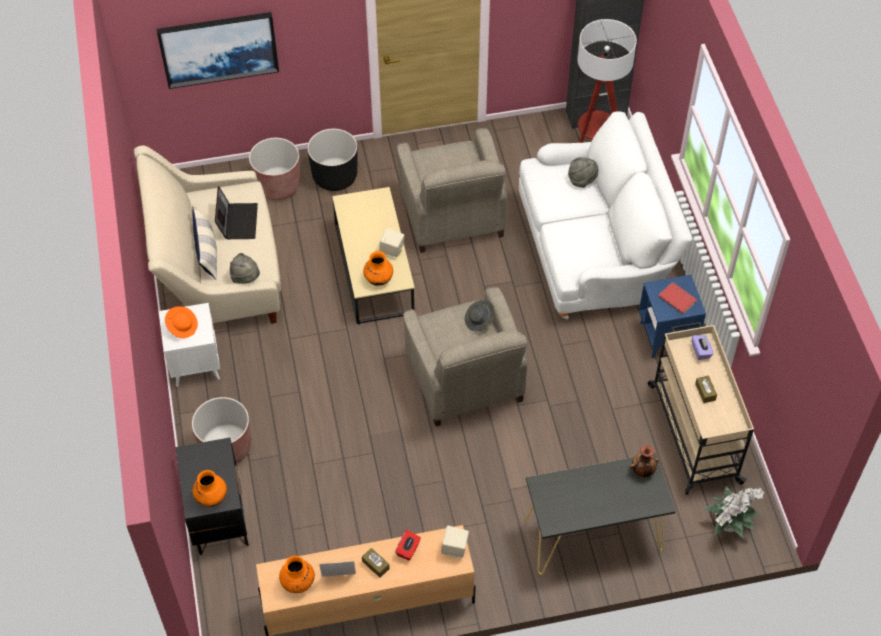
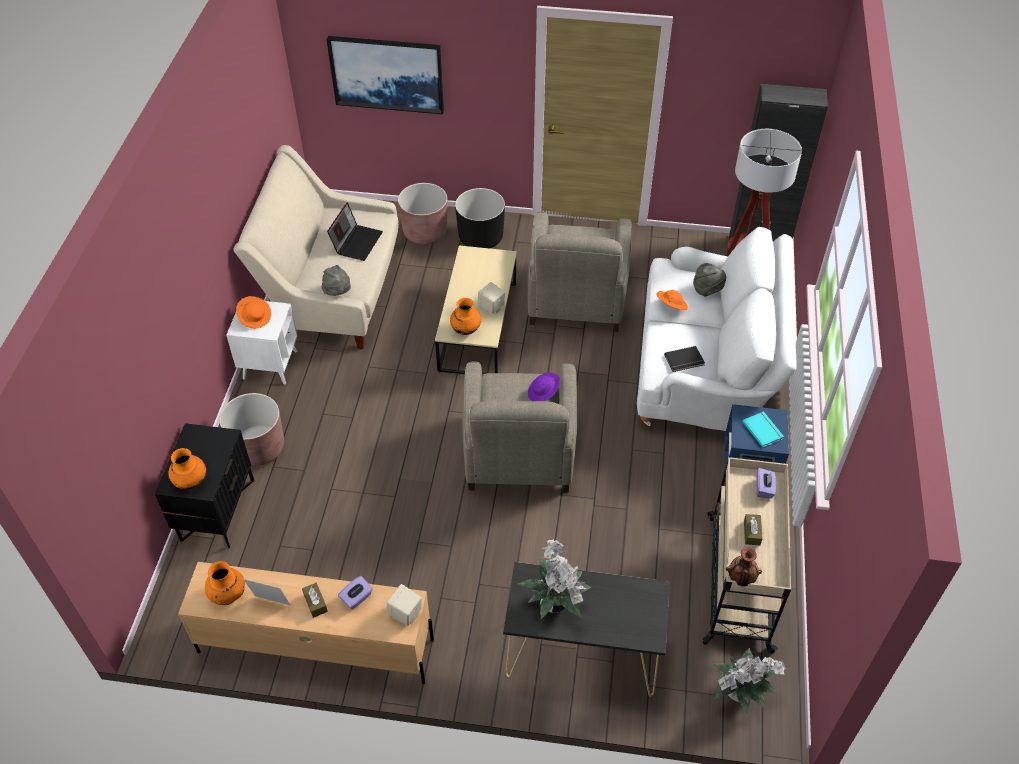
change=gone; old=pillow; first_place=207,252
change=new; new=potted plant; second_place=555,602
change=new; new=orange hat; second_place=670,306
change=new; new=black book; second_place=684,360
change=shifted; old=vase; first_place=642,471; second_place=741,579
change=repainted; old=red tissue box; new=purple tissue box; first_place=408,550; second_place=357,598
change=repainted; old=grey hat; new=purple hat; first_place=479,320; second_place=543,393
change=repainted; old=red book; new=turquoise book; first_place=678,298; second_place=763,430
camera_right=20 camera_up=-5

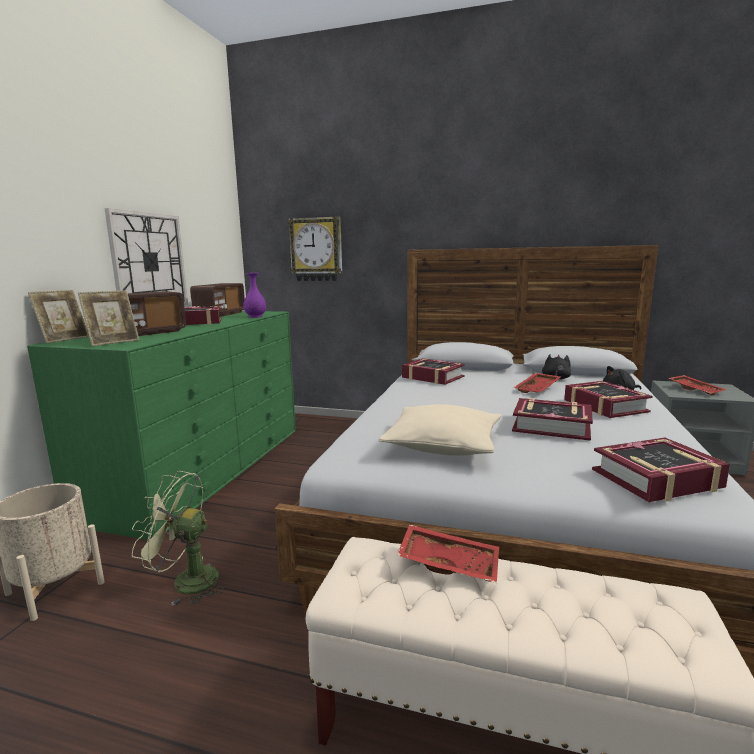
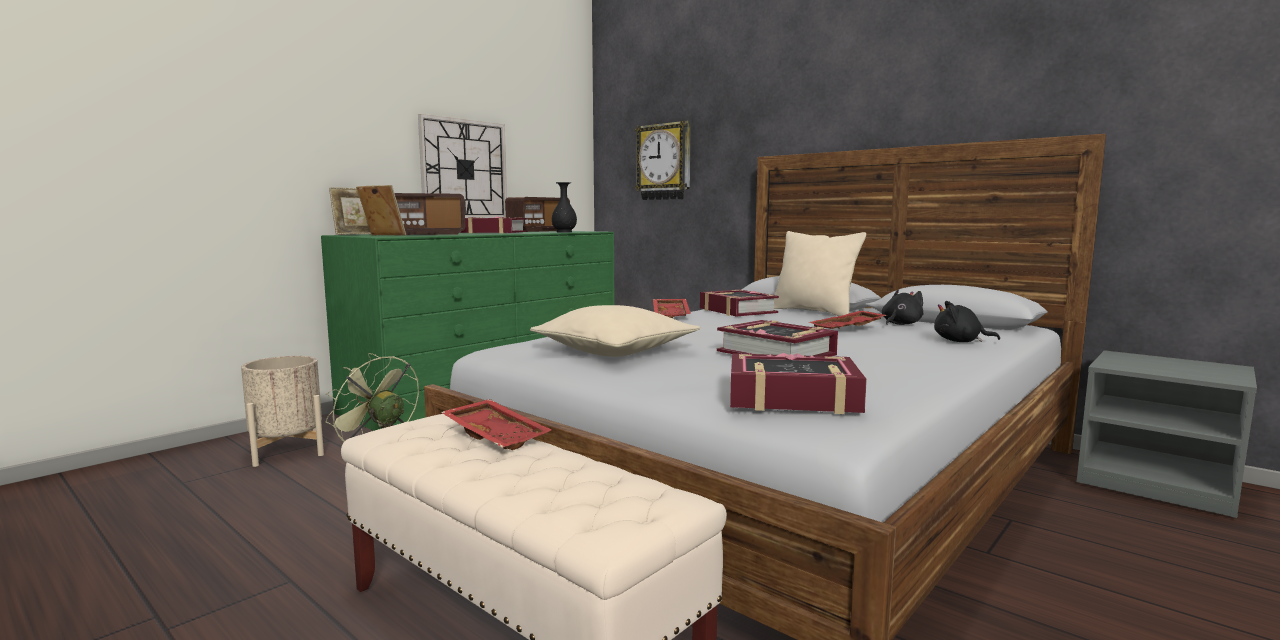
change=gone; old=book; first_place=604,406
change=new; new=beige pillow; second_place=814,311
change=shifted; old=red tray; first_place=696,390; second_place=672,315
change=repainted; old=purple vase; new=black vase; first_place=256,316; second_place=564,232
change=rotated; old=picture frame; first_place=113,342; second_place=382,235; degrees=-135
camera_right=25 camera_up=-5

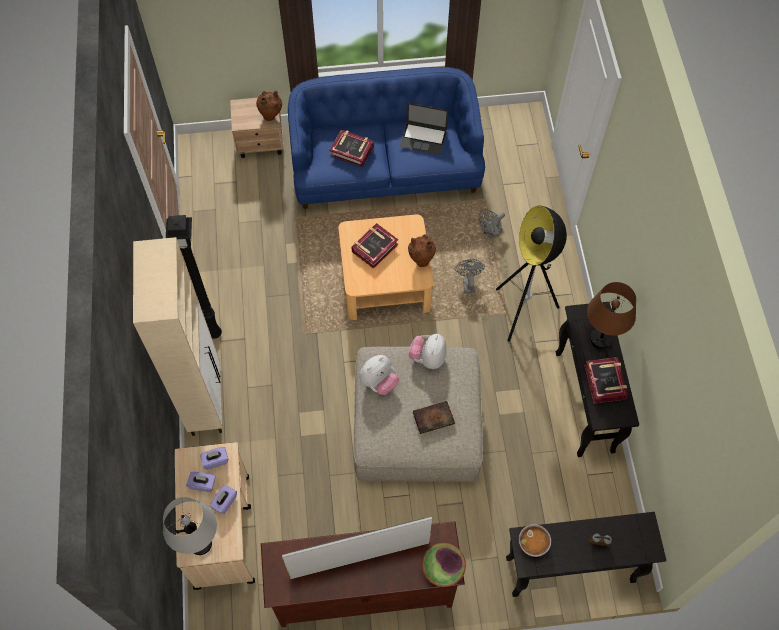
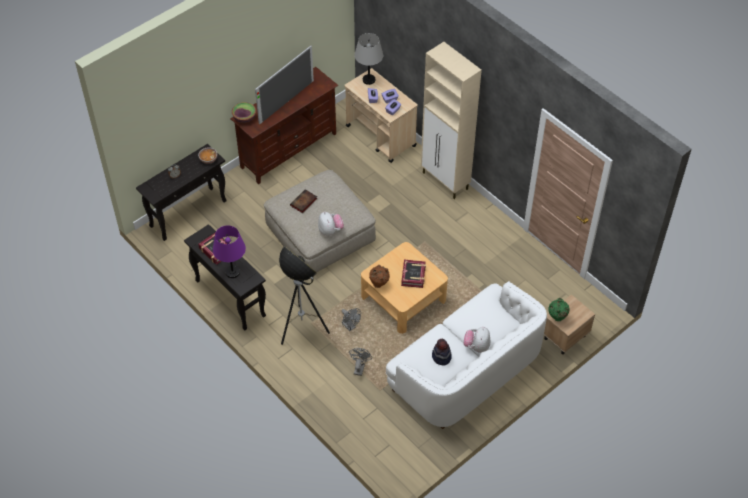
change=gone; old=black floor lamp; first_place=214,333
change=gone; old=book; first_place=352,150
change=shifted; old=plush toy; first_place=379,382; second_place=476,346
change=swapped; old=laptop; new=hat; first_place=423,138; second_place=441,357
change=repainted; old=brown vase; new=green vase; first_place=271,116; second_place=557,318
change=repainted; old=blue sofa; new=white sofa; first_place=385,168; second_place=466,370
change=repainted; old=brown table lamp; new=purple table lamp; first_place=600,339; second_place=232,272
camera_right=145 camera_up=-10

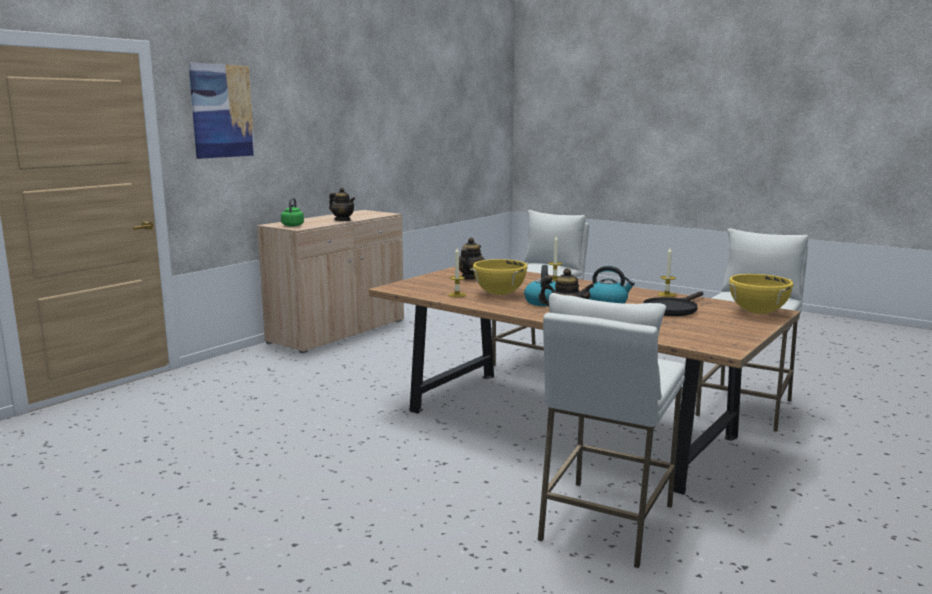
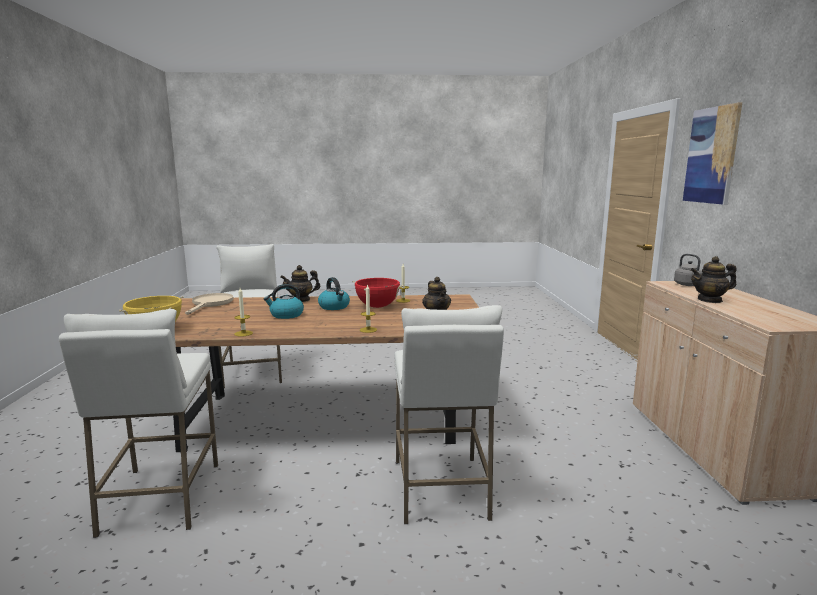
change=gone; old=black frying pan; first_place=673,309
change=new; new=beige frying pan; second_place=210,304
change=repainted; old=green kettle; new=grey kettle; first_place=293,225; second_place=689,285
change=repainted; old=yellow cooking pot; new=red cooking pot; first_place=499,294; second_place=377,306
camera_right=140 camera_up=0

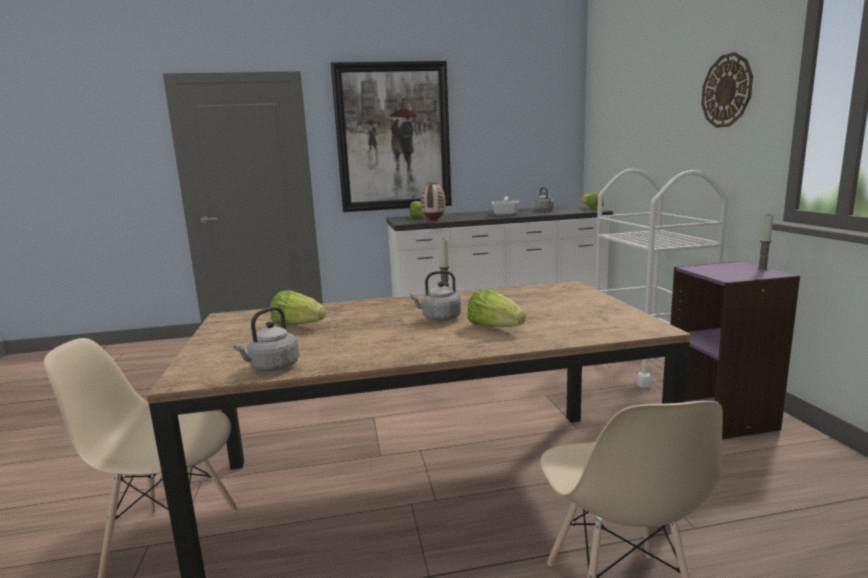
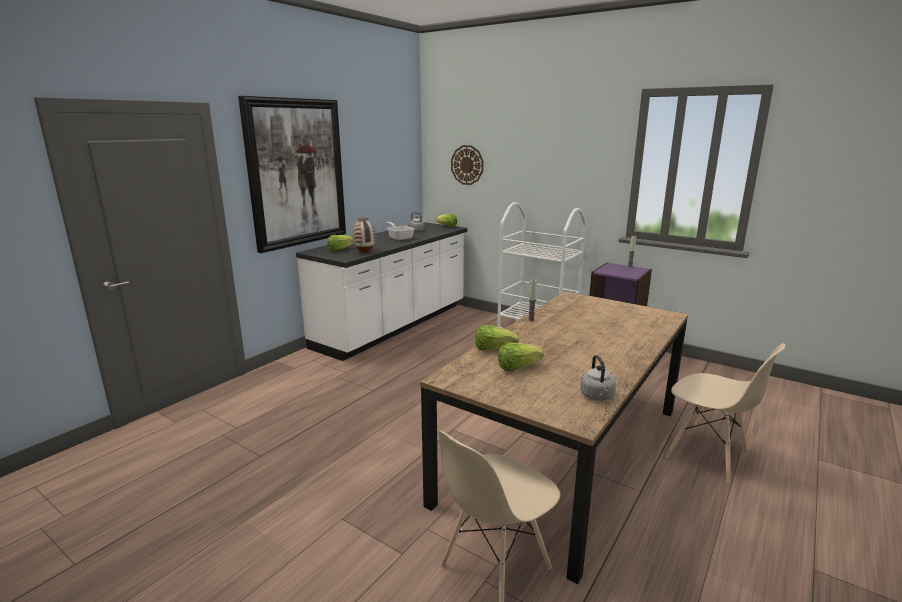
change=gone; old=grey kettle; first_place=439,318
change=shifted; old=lettuce; first_place=494,327; second_place=493,349
change=shifted; old=wall clock; first_place=727,91; second_place=467,165
camera_right=-45 camera_up=5

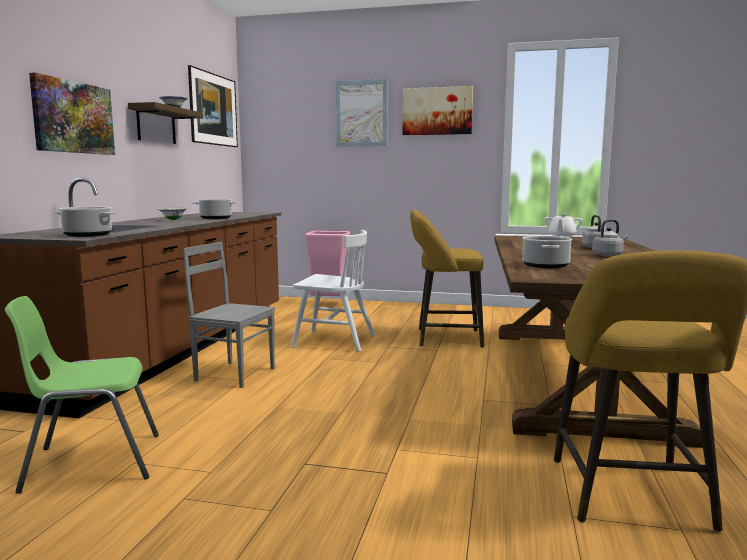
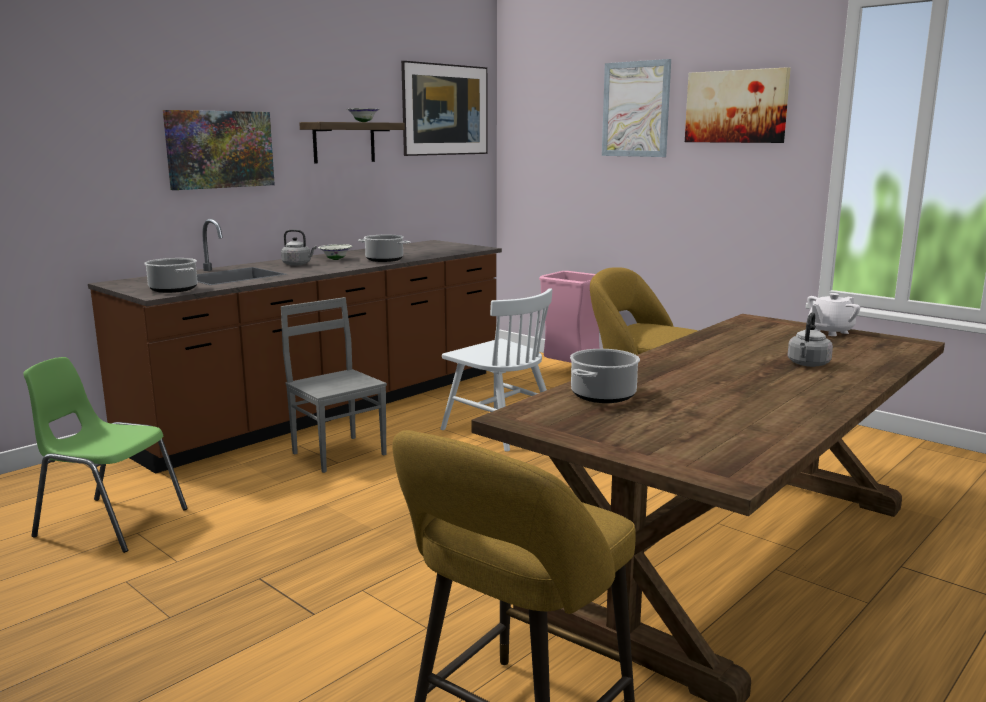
change=shifted; old=grey kettle; first_place=608,255; second_place=298,264
camera_right=30 camera_up=5

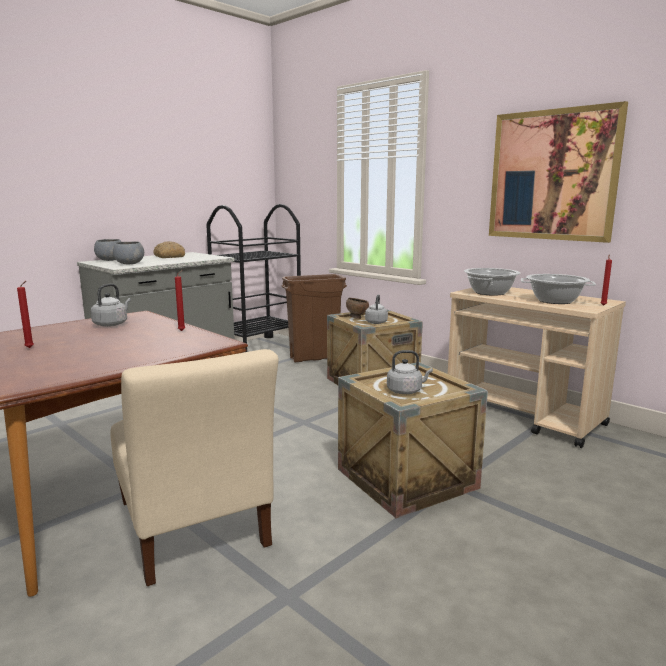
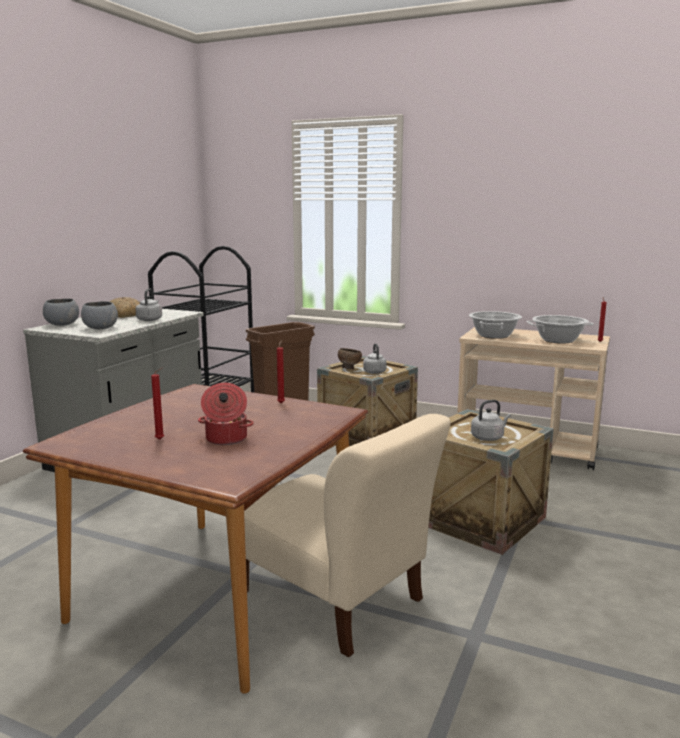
change=gone; old=picture; first_place=552,175
change=new; new=cooking pot; second_place=226,439
change=shifted; old=grey kettle; first_place=112,324; second_place=150,319
camera_right=-20 camera_up=0

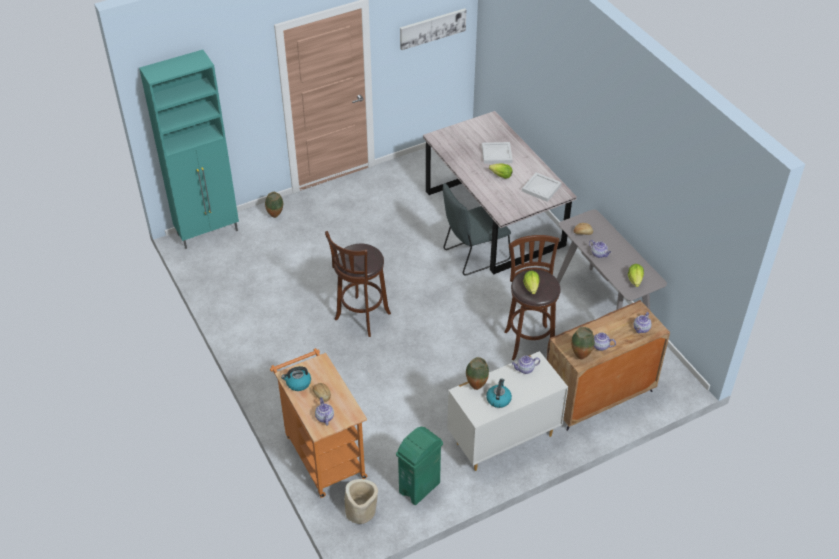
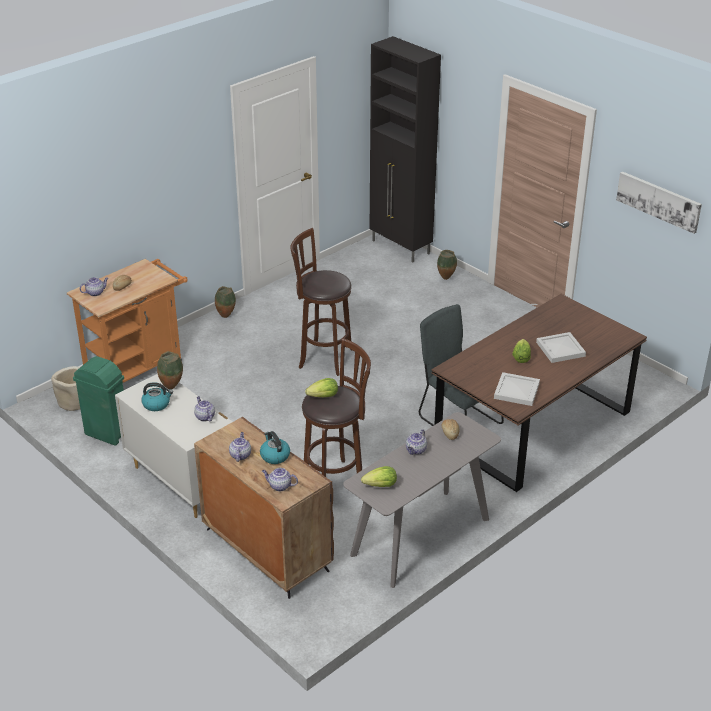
change=shifted; old=kettle; first_place=298,383; second_place=274,456
change=shifted; old=vase; first_place=580,356; second_place=226,316
change=repainted; old=turquoise cabinet; new=black cabinet; first_place=208,232; second_place=401,247
change=repainted; old=grey dining table; new=brown dining table; first_place=494,217; second_place=534,425
camera_right=75 camera_up=-10

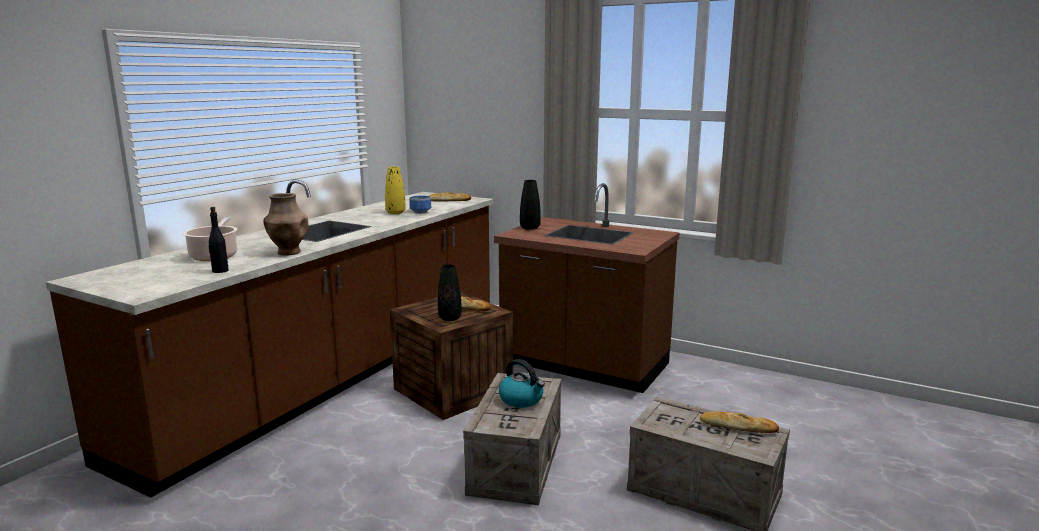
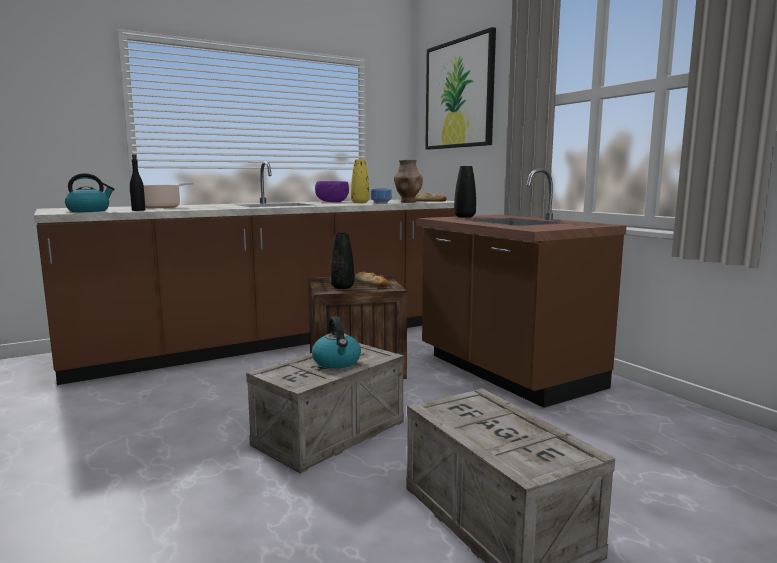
change=gone; old=bread; first_place=738,426
change=new; new=kettle; second_place=89,211
change=new; new=purple bowl; second_place=332,202
change=new; new=picture; second_place=459,94
change=shifted; old=brown vase; first_place=288,252; second_place=408,202
camera_right=30 camera_up=-5

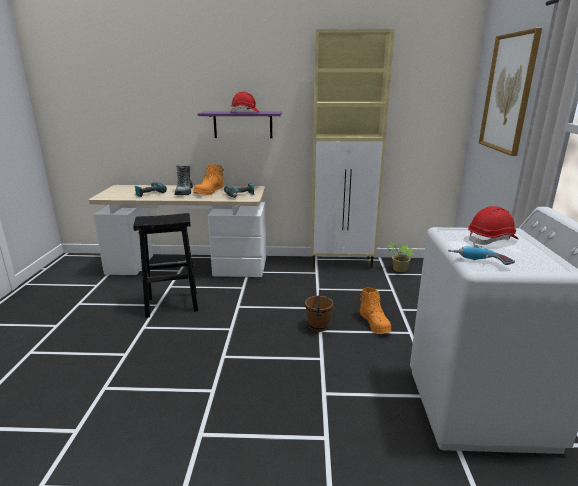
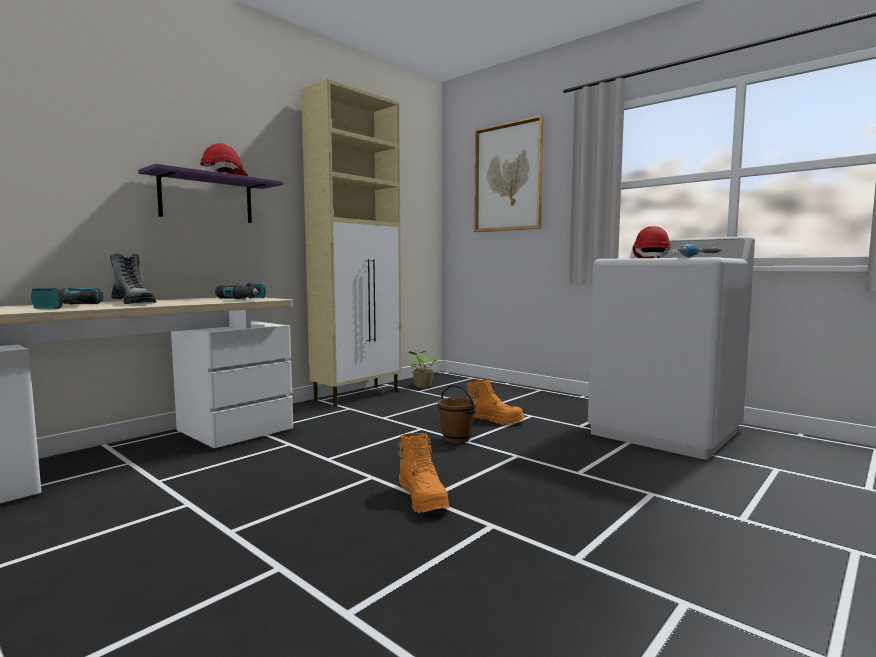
change=gone; old=black stool; first_place=171,304
change=shifted; old=orange boot; first_place=209,192; second_place=423,499
camera_right=-50 camera_up=-15

